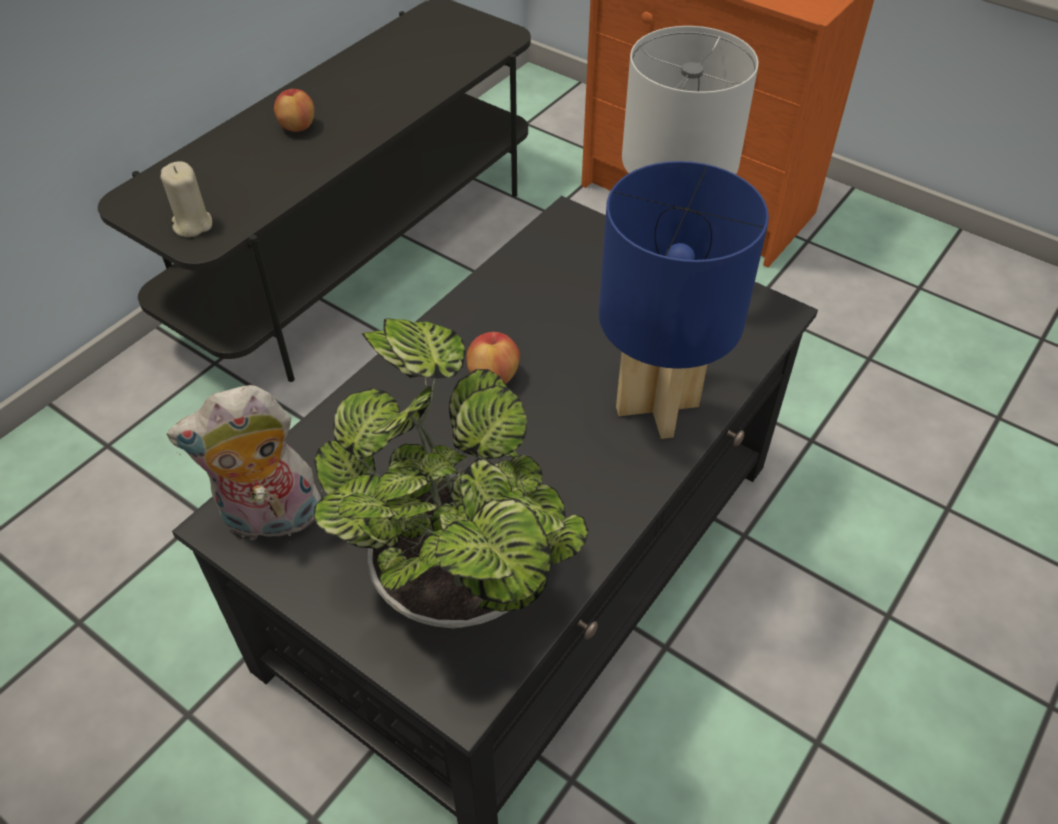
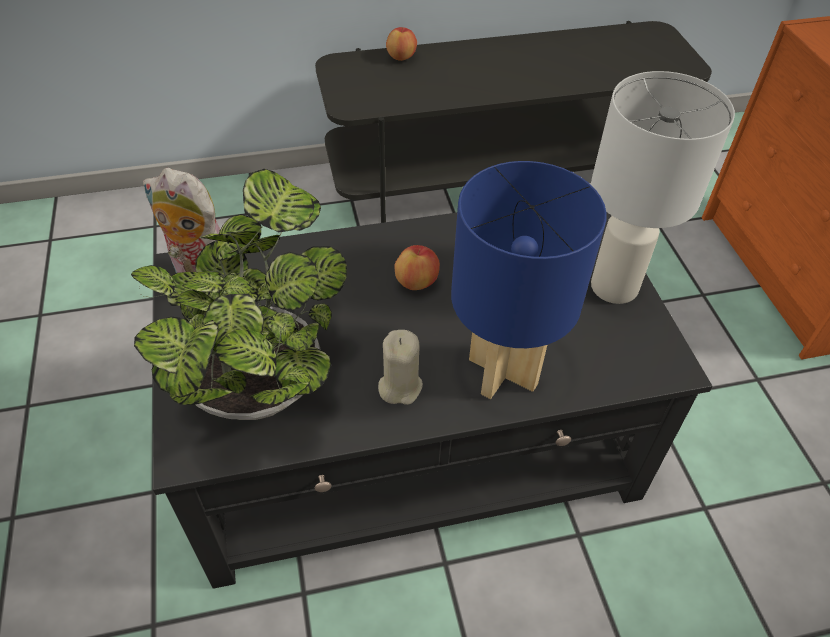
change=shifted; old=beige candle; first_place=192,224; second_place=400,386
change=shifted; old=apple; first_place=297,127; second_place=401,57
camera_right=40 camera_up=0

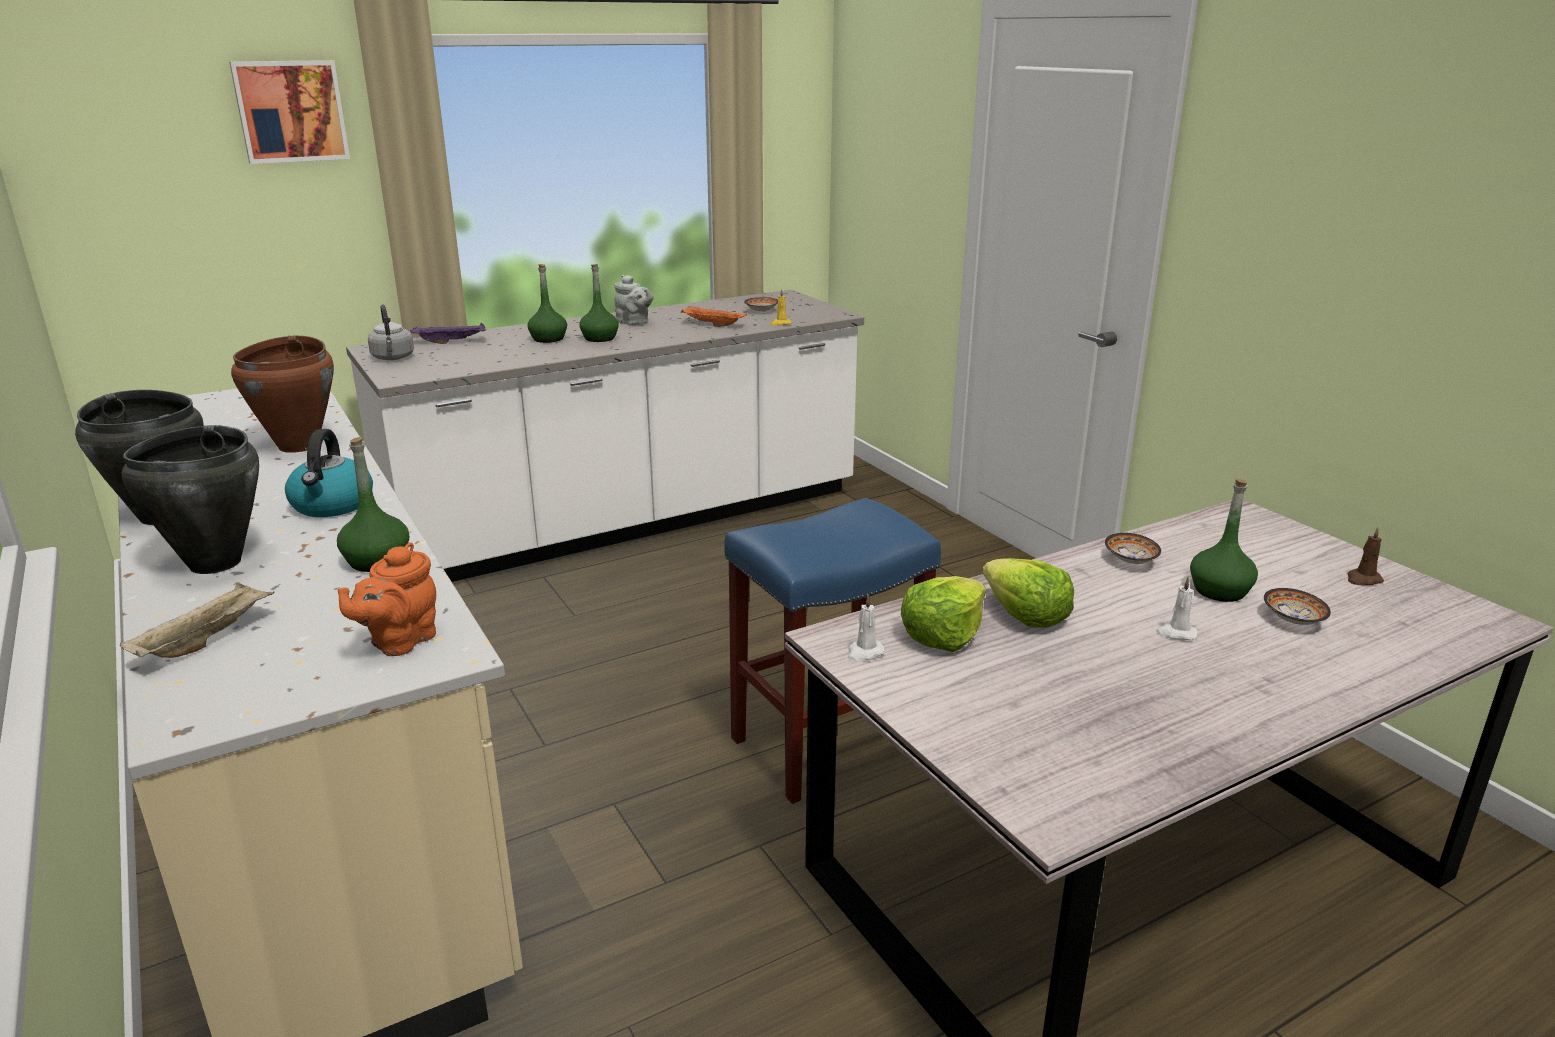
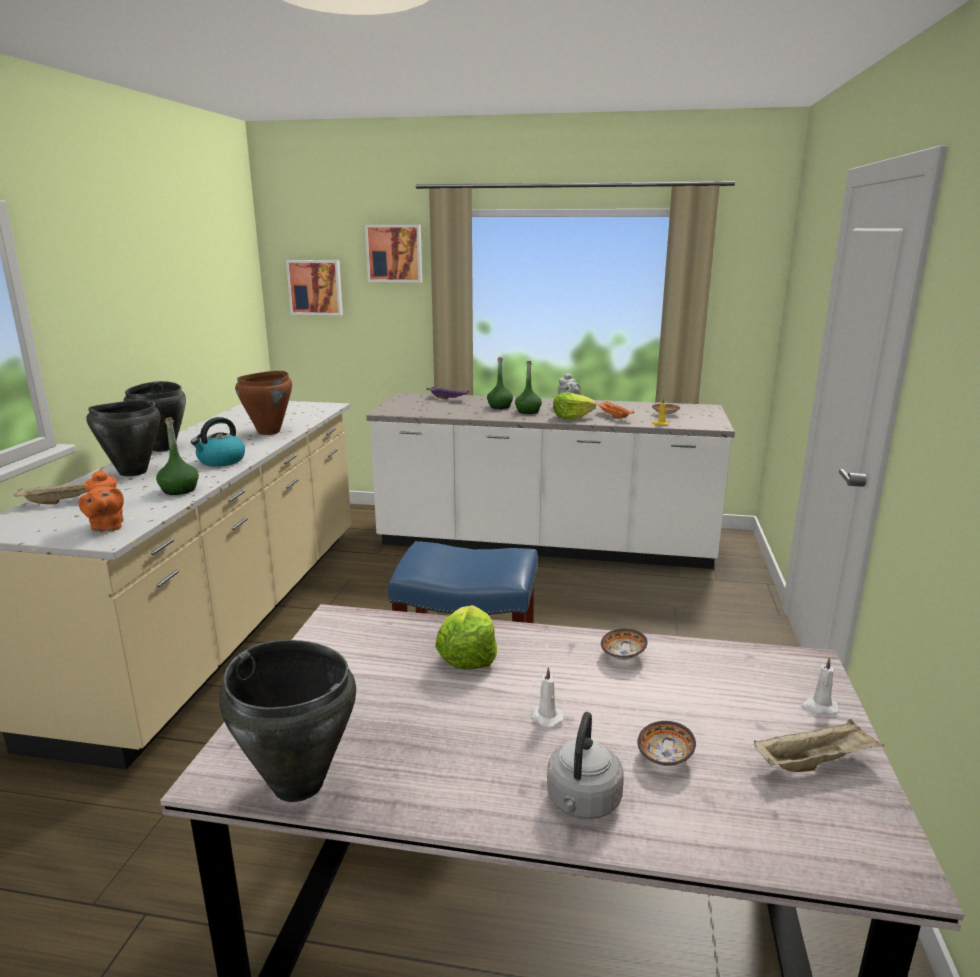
change=gone; old=green bottle; first_place=1219,591
change=new; new=black cooking pot; second_place=298,783
change=new; new=picture; second_place=315,287
change=shifted; old=grey kettle; first_place=393,358; second_place=582,803
change=shifted; old=white candle; first_place=864,653; second_place=818,707
change=shifted; old=lettuce; first_place=943,635; second_place=571,417
change=swapped; old=brown candle; new=beige tray; first_place=1363,579; second_place=814,762
change=rotated; old=orange teapot; first_place=399,642; second_place=107,527; degrees=-90
camera_right=40 camera_up=-5

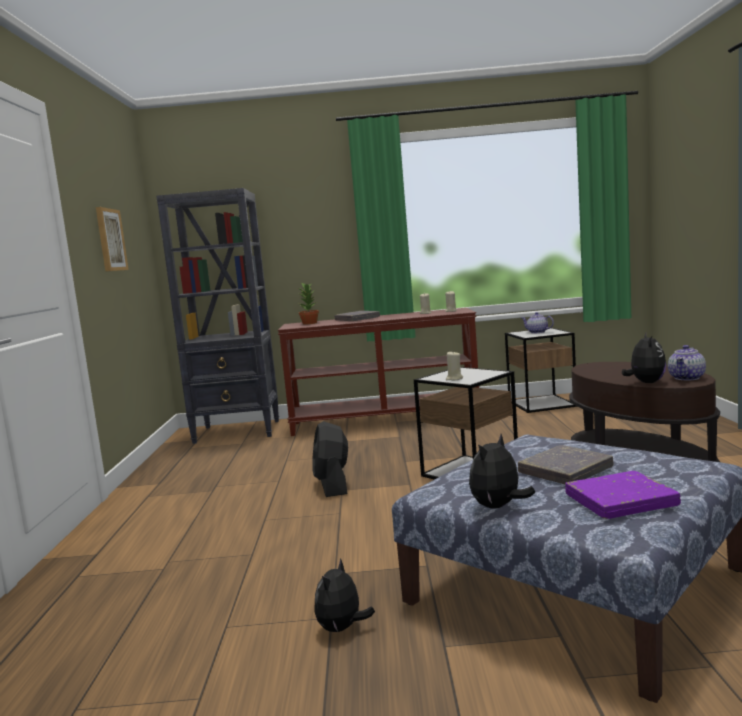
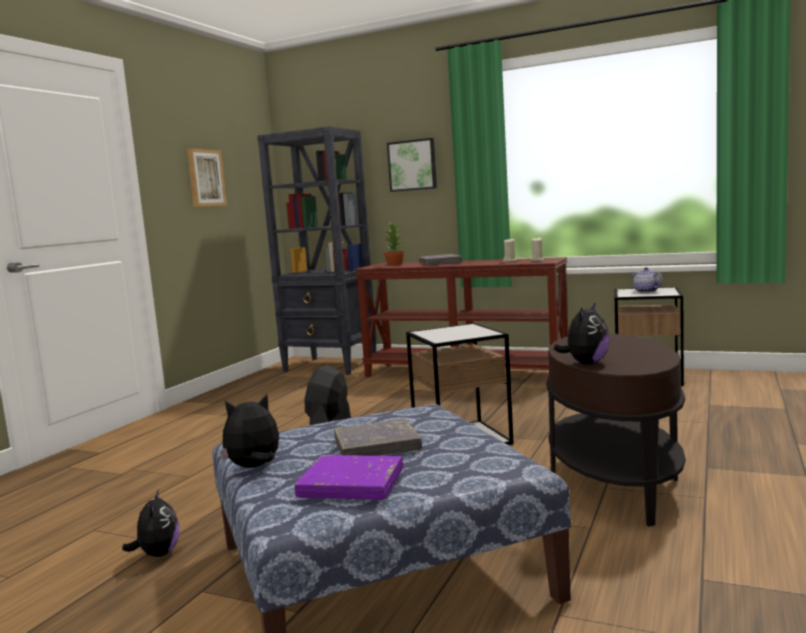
change=gone; old=beige candle; first_place=454,379
change=gone; old=teapot; first_place=687,378
change=new; new=picture; second_place=412,165
change=rotated; old=plush toy; first_place=342,628; second_place=157,554; degrees=120
camera_right=25 camera_up=0

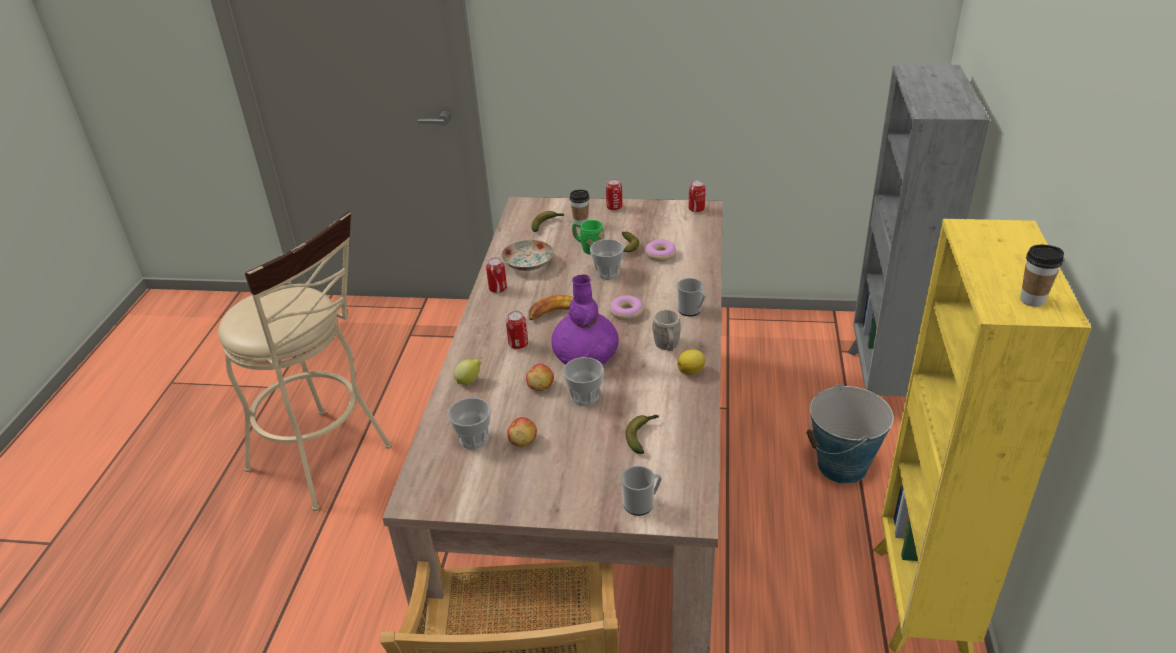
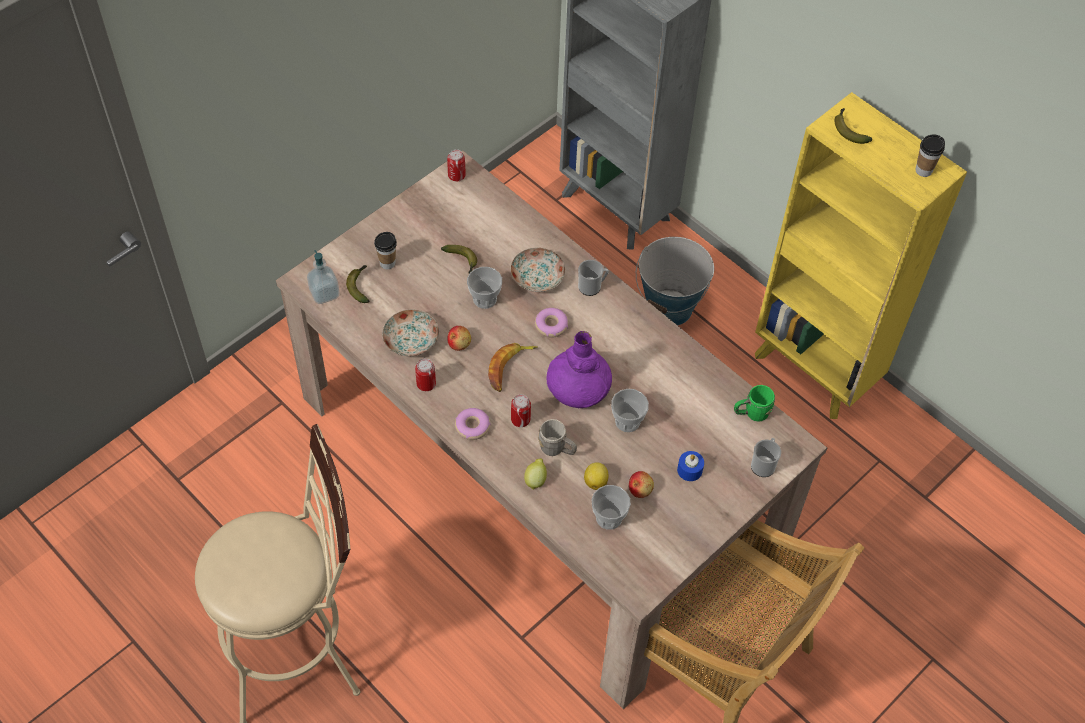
change=gone; old=can; first_place=614,207
change=new; new=soap dispenser; second_place=324,293
change=new; new=plate; second_place=538,277
change=new; new=blue candle; second_place=689,470
change=shifted; old=apple; first_place=540,386; second_place=459,343
change=shifted; old=green mug; first_place=588,248; second_place=751,413
change=shifted; old=banana; first_place=642,435; second_place=848,130
change=shifted; old=donut; first_place=660,254; second_place=472,427
change=shifted; old=grey mug; first_place=667,347; second_place=557,449
change=shifted; old=lemon; first_place=691,371; second_place=596,481
camera_right=-55 camera_up=20

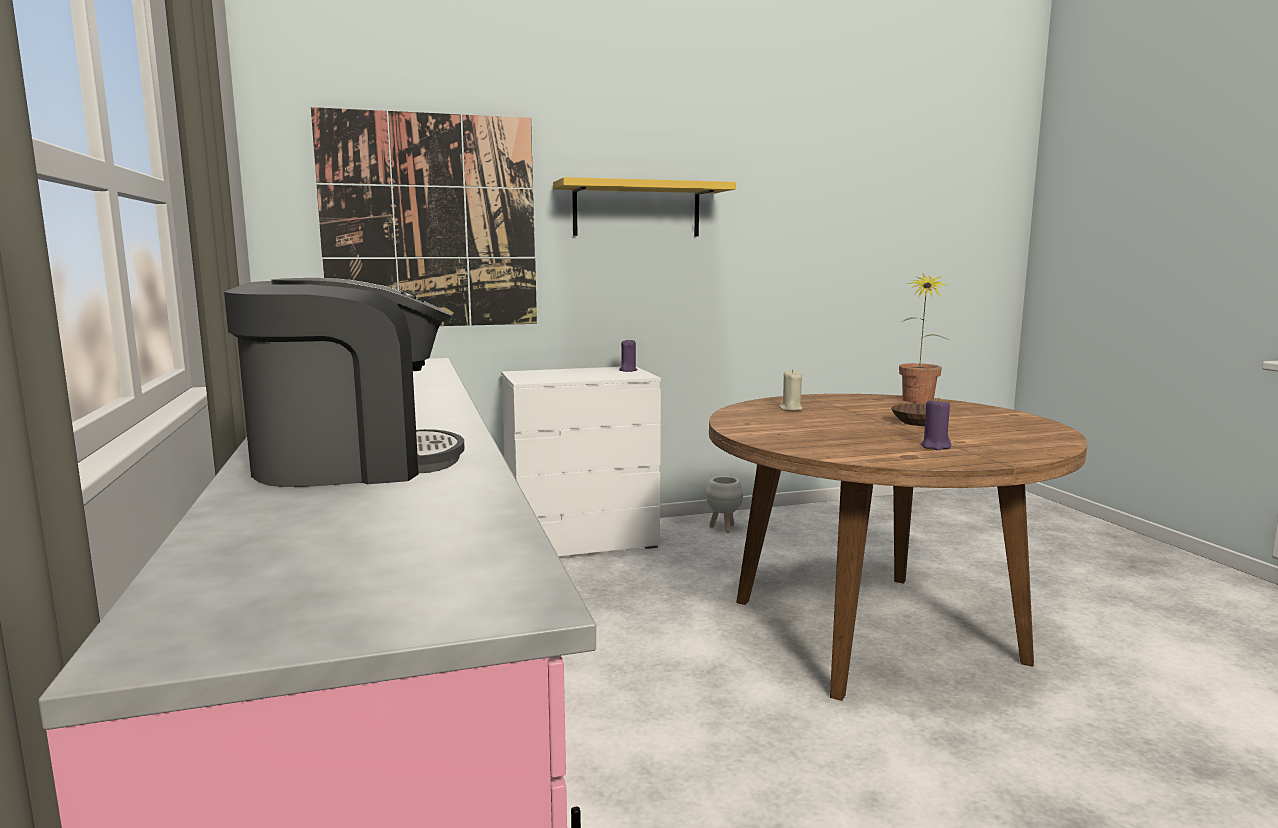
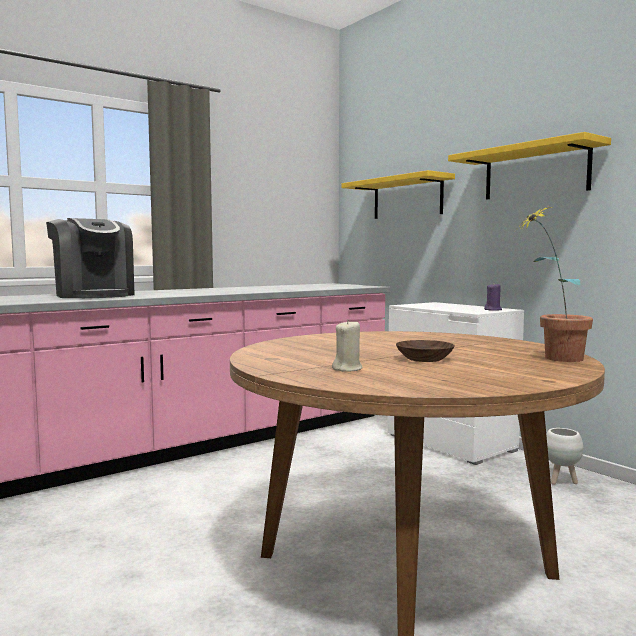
change=gone; old=purple candle; first_place=935,446
change=shifted; old=beige candle; first_place=790,409; second_place=347,369
change=swapped; old=picture; new=yellow shelf; first_place=430,222; second_place=407,198
camera_right=70 camera_up=-5

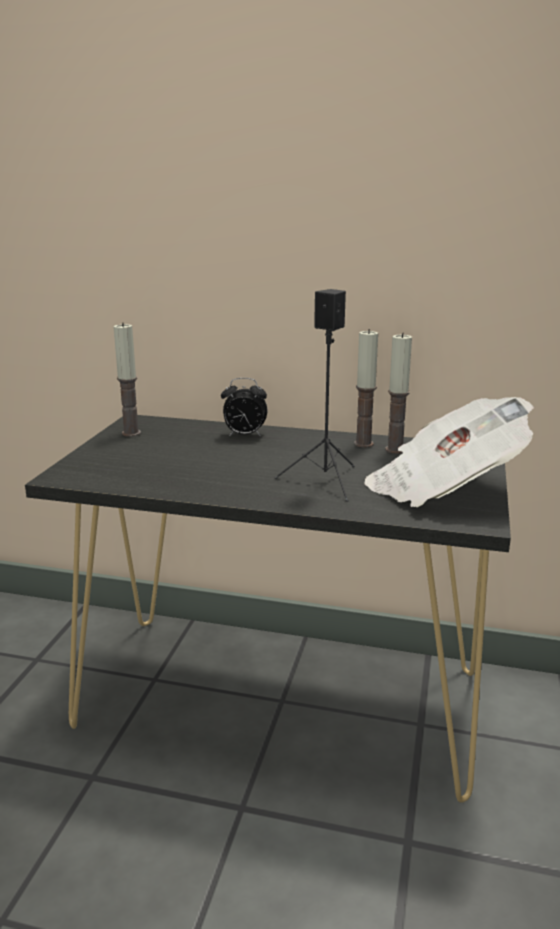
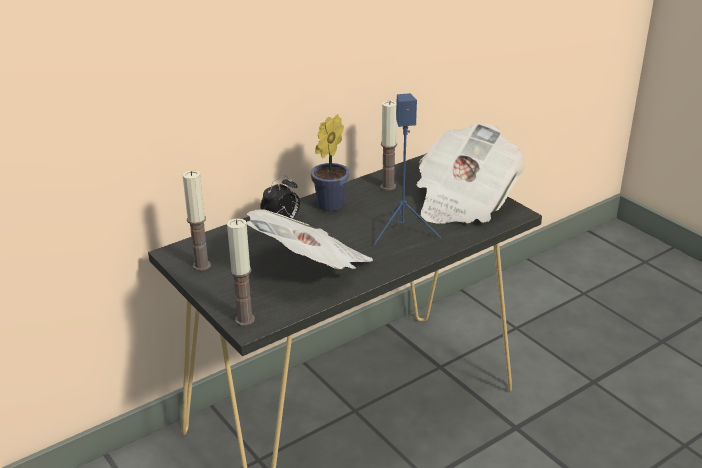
change=new; new=newspaper; second_place=311,268
change=new; new=potted plant; second_place=328,206
change=shifted; old=candle; first_place=363,444; second_place=244,319
change=repainted; old=black speaker; new=blue speaker; first_place=326,481; second_place=403,231
camera_right=-50 camera_up=10

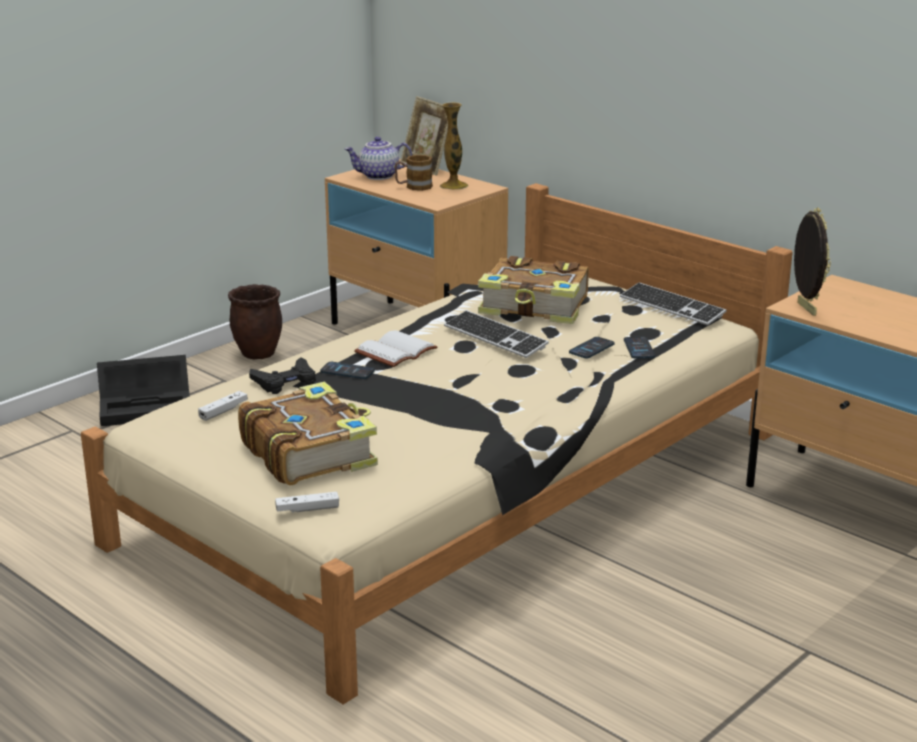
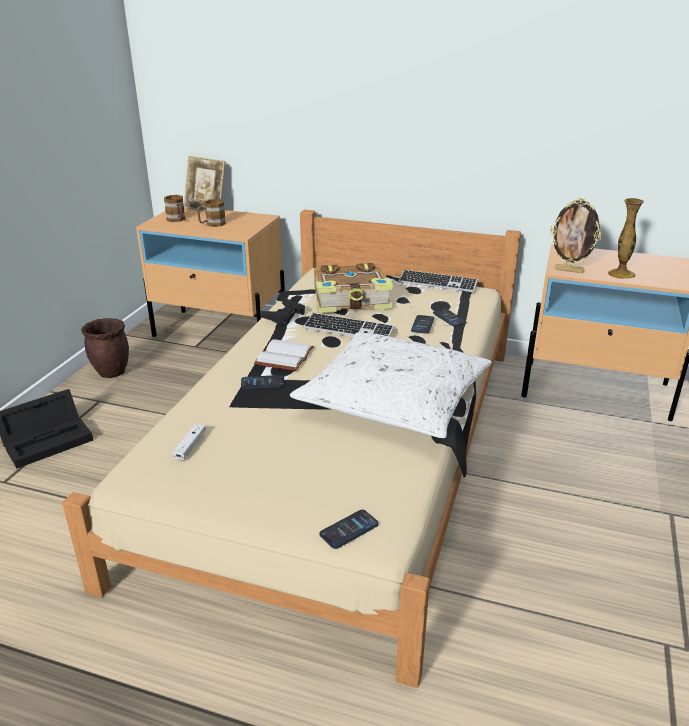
change=gone; old=book; first_place=309,452
change=new; new=white pillow; second_place=393,399
change=shifted; old=black game controller; first_place=285,382; second_place=284,315
change=shifted; old=vase; first_place=454,186; second_place=621,274
change=swapped; old=white game controller; new=phone; first_place=307,509; second_place=349,530
change=swapped; old=teapot; new=mug; first_place=378,176; second_place=177,220
change=rotated; old=picture frame; first_place=804,309; second_place=569,270; degrees=150
camera_right=-25 camera_up=5

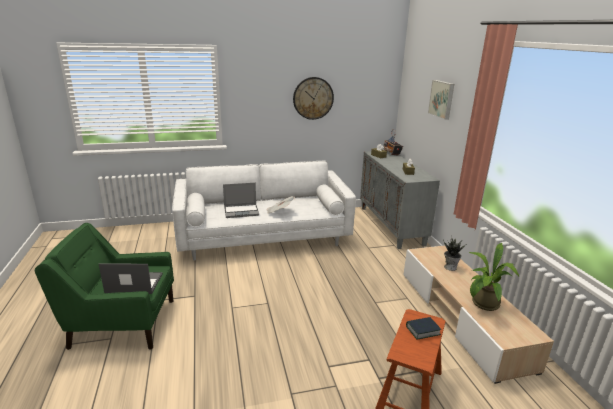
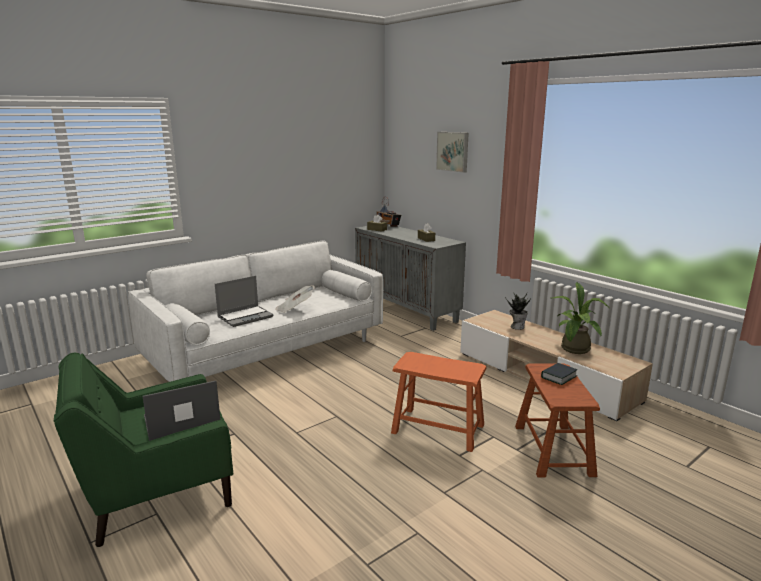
change=gone; old=wall clock; first_place=313,98
change=new; new=orange stool; second_place=438,428
camera_right=-25 camera_up=-5

